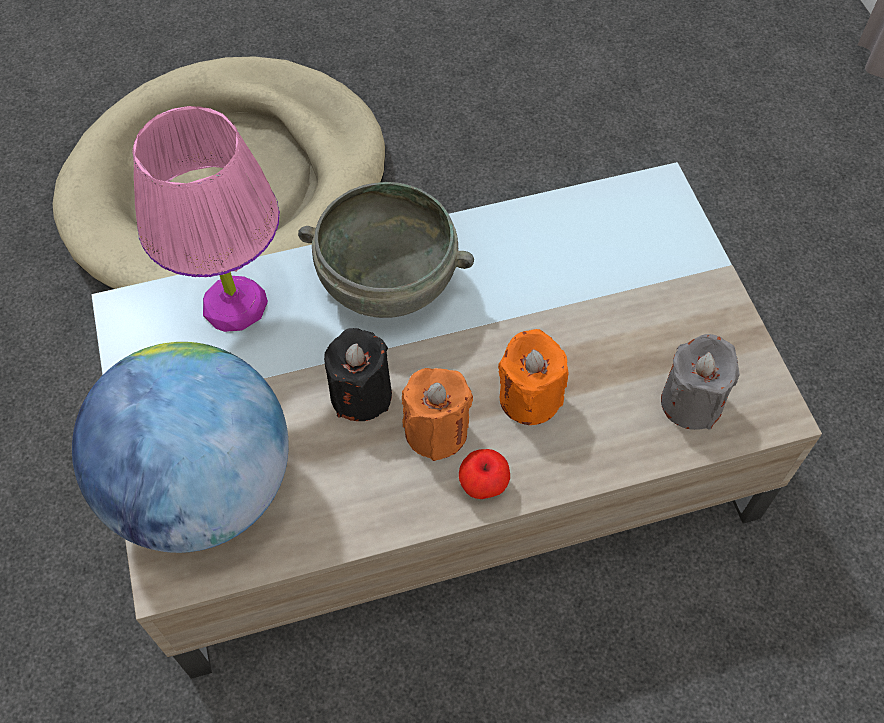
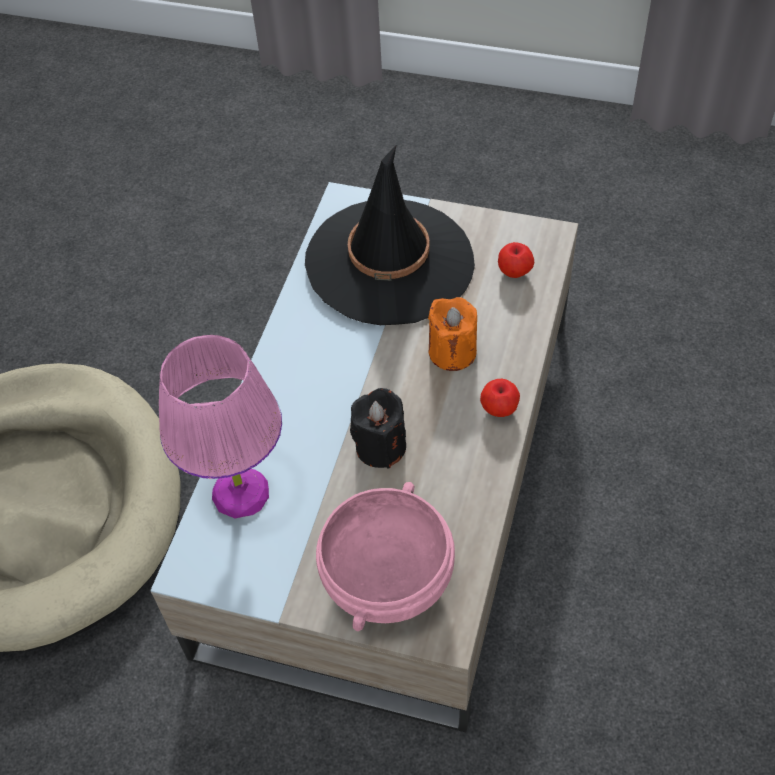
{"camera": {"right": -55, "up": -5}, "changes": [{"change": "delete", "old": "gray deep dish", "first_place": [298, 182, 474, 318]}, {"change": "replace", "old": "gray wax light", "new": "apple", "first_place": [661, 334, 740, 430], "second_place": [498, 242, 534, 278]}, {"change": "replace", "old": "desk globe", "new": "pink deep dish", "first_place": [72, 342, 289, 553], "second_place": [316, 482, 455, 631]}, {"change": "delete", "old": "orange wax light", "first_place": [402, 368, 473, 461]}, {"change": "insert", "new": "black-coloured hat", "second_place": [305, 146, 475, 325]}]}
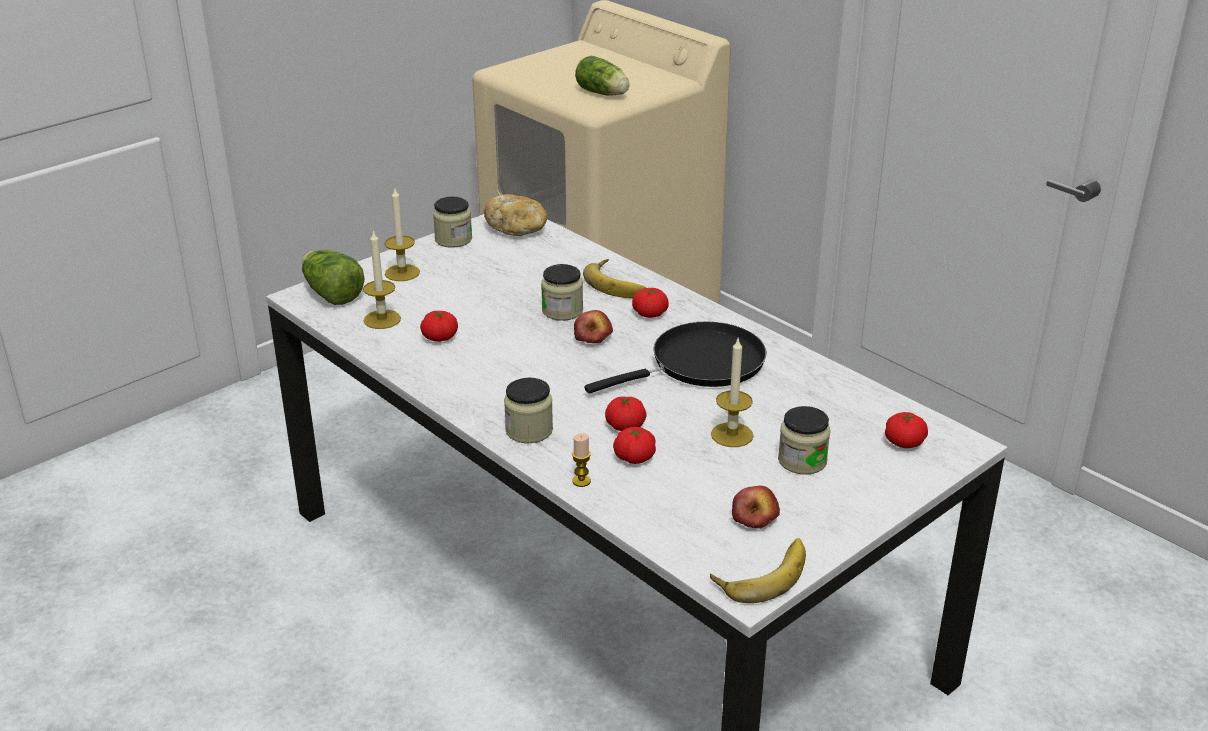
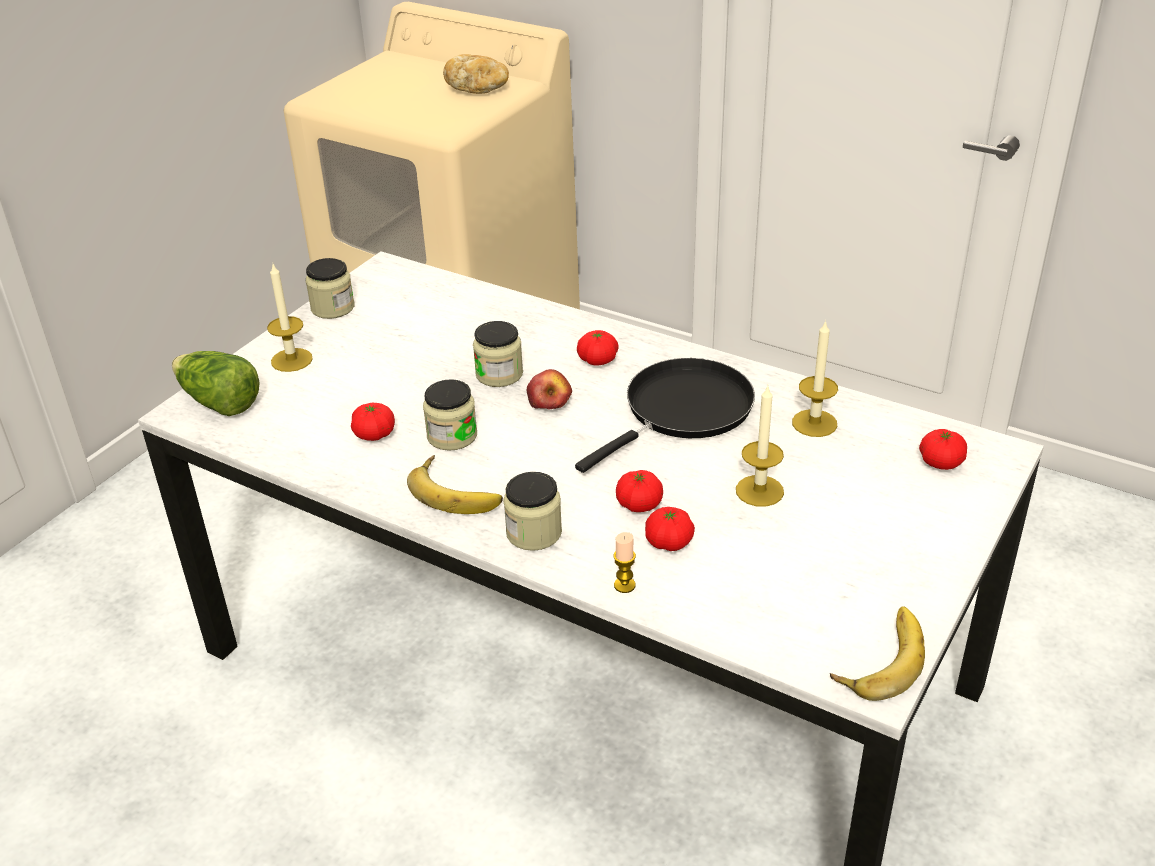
{"camera": {"right": -15, "up": 5}, "changes": [{"change": "delete", "old": "head of lettuce", "first_place": [575, 55, 629, 96]}, {"change": "move", "old": "bread", "first_place": [484, 194, 547, 236], "second_place": [443, 54, 509, 94]}, {"change": "move", "old": "wax light", "first_place": [363, 230, 401, 329], "second_place": [792, 320, 838, 437]}, {"change": "move", "old": "whole banana", "first_place": [583, 259, 646, 298], "second_place": [407, 455, 503, 514]}, {"change": "move", "old": "jar", "first_place": [778, 406, 831, 475], "second_place": [423, 379, 477, 451]}, {"change": "delete", "old": "apple", "first_place": [732, 486, 780, 529]}]}
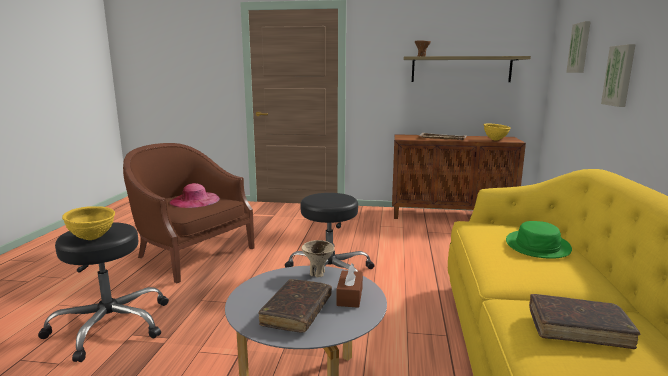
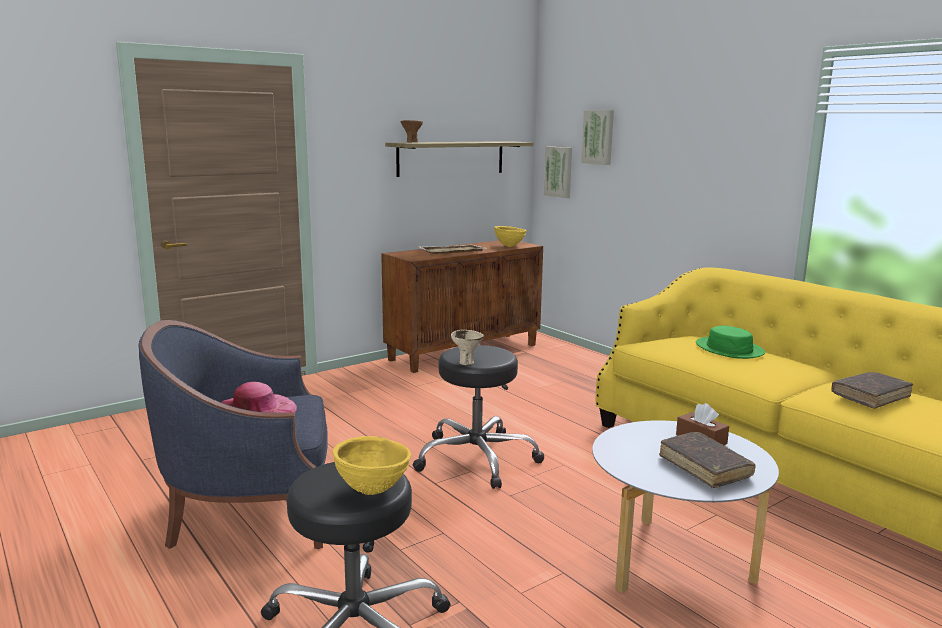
{"camera": {"right": -45, "up": 0}, "changes": [{"change": "move", "old": "wall picture", "first_place": [601, 44, 636, 107], "second_place": [544, 147, 572, 198]}, {"change": "recolor", "old": "brown lounge chair", "new": "blue lounge chair", "first_place": [123, 143, 255, 283], "second_place": [139, 320, 328, 549]}, {"change": "move", "old": "beige deep dish", "first_place": [302, 240, 334, 277], "second_place": [451, 330, 484, 365]}]}
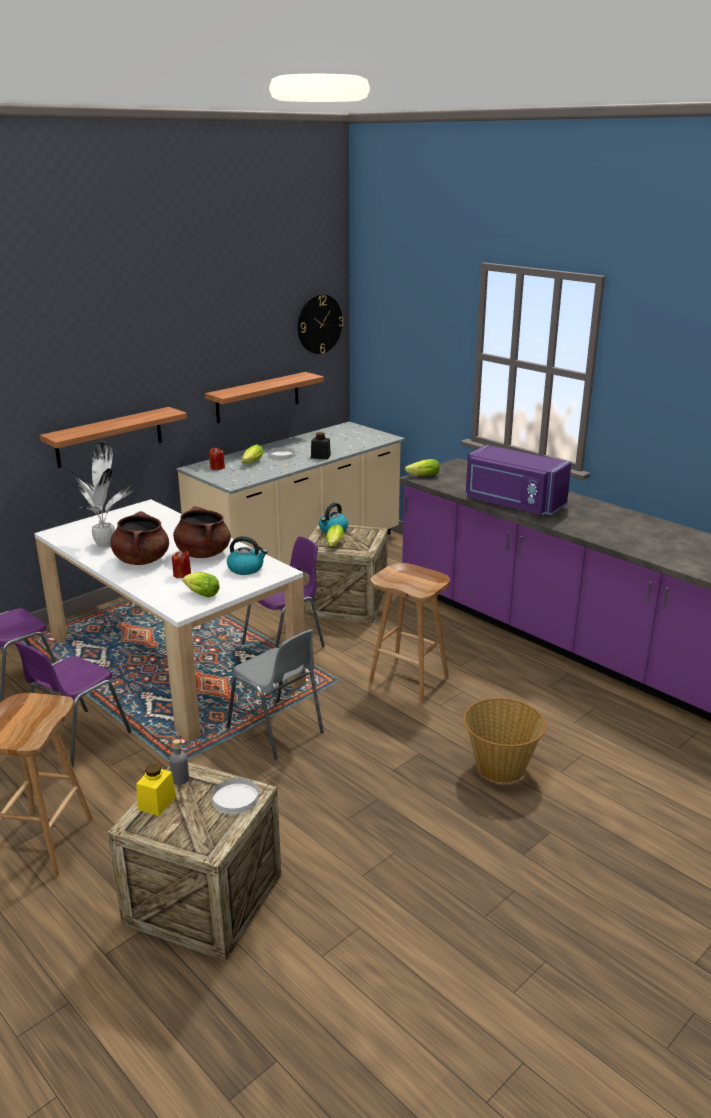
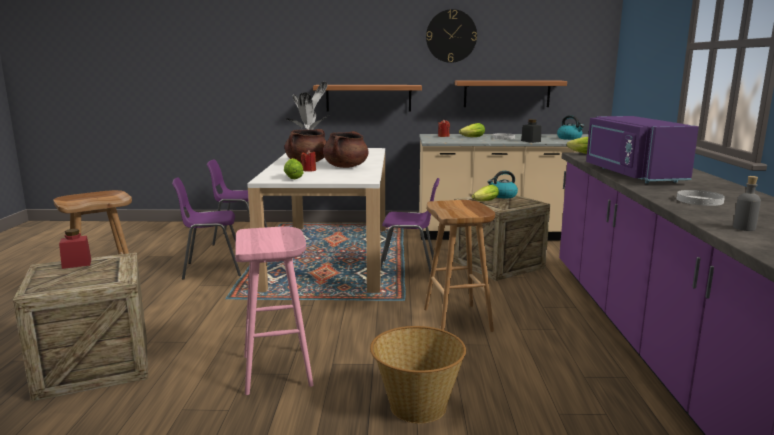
{"camera": {"right": 45, "up": -10}, "changes": [{"change": "move", "old": "hanging clock", "first_place": [298, 294, 344, 354], "second_place": [426, 9, 477, 63]}, {"change": "move", "old": "tea kettle", "first_place": [227, 536, 268, 575], "second_place": [557, 115, 584, 140]}, {"change": "delete", "old": "gray upright chair", "first_place": [227, 629, 324, 760]}, {"change": "move", "old": "gray bottle", "first_place": [169, 739, 189, 785], "second_place": [733, 176, 761, 231]}, {"change": "recolor", "old": "yellow jar", "new": "reddish jar", "first_place": [136, 763, 176, 816], "second_place": [59, 229, 91, 269]}, {"change": "move", "old": "white-coloured flat dish", "first_place": [212, 778, 259, 814], "second_place": [677, 190, 725, 206]}, {"change": "insert", "new": "pink sitting stool", "second_place": [235, 226, 314, 395]}]}
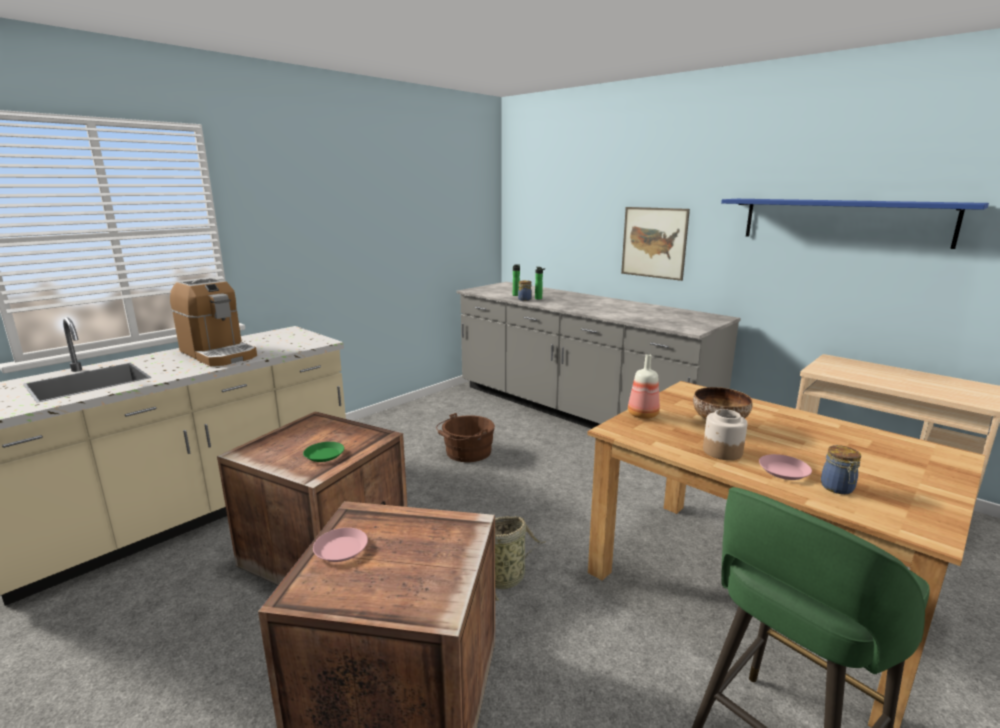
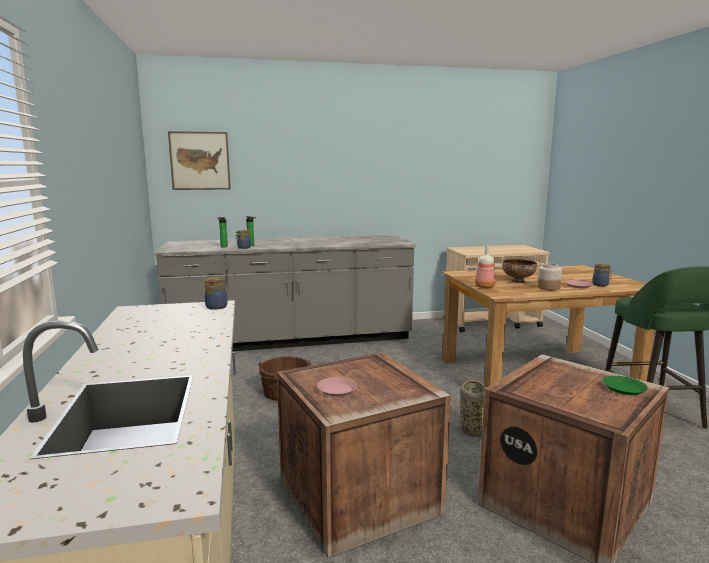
{"camera": {"right": -55, "up": -5}, "changes": [{"change": "delete", "old": "blue bracket shelf", "first_place": [721, 199, 989, 249]}, {"change": "move", "old": "wall picture", "first_place": [621, 207, 690, 281], "second_place": [168, 131, 231, 190]}, {"change": "delete", "old": "coffee maker", "first_place": [170, 278, 257, 366]}, {"change": "move", "old": "green-coloured flat dish", "first_place": [303, 442, 344, 462], "second_place": [603, 376, 648, 395]}, {"change": "move", "old": "pink flat dish", "first_place": [313, 528, 368, 562], "second_place": [317, 377, 357, 397]}, {"change": "insert", "new": "jar", "second_place": [205, 277, 227, 310]}]}
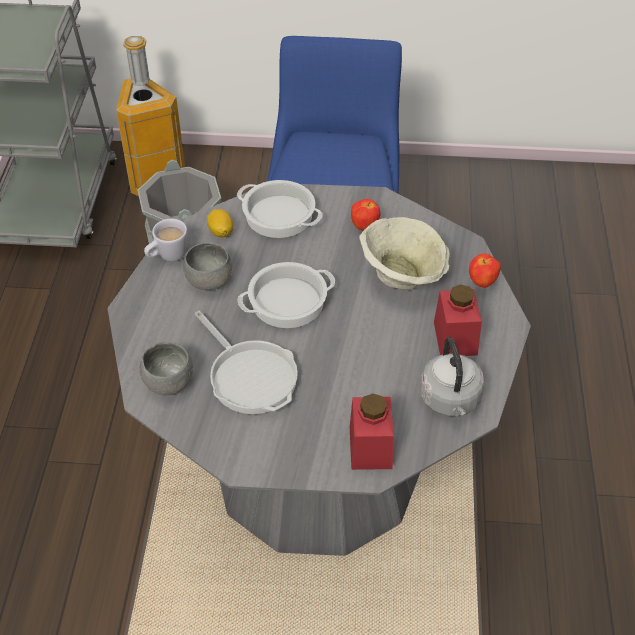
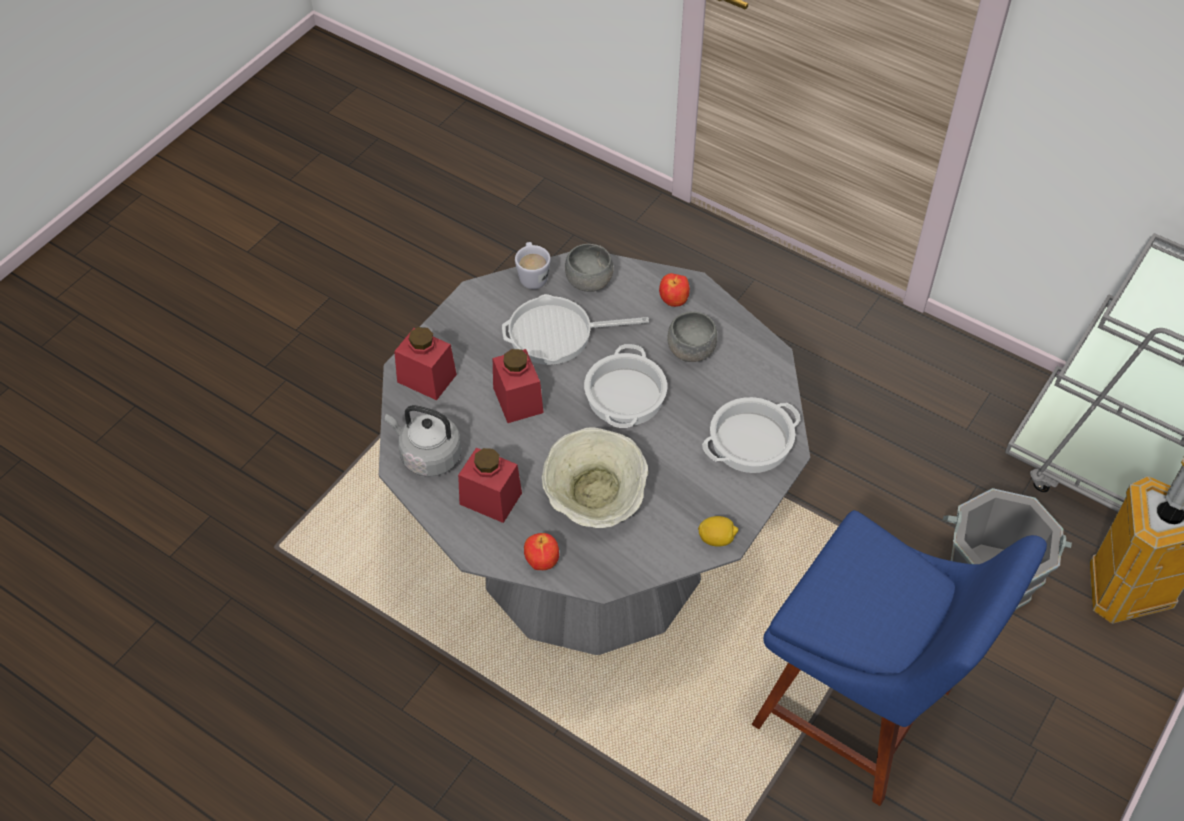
{"camera": {"right": 120, "up": 5}, "changes": [{"change": "move", "old": "apple", "first_place": [351, 199, 380, 230], "second_place": [659, 273, 690, 307]}, {"change": "move", "old": "lemon", "first_place": [207, 209, 233, 237], "second_place": [698, 516, 738, 547]}, {"change": "move", "old": "white-coloured coffee mug", "first_place": [144, 219, 187, 262], "second_place": [515, 242, 551, 289]}, {"change": "insert", "new": "reddish jar", "second_place": [493, 349, 544, 423]}]}
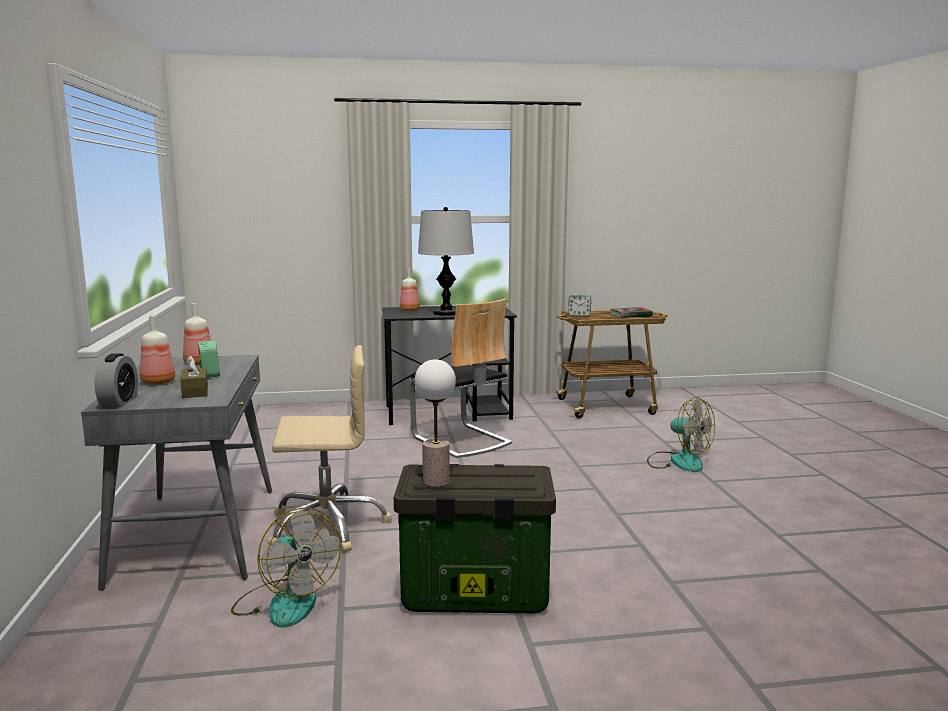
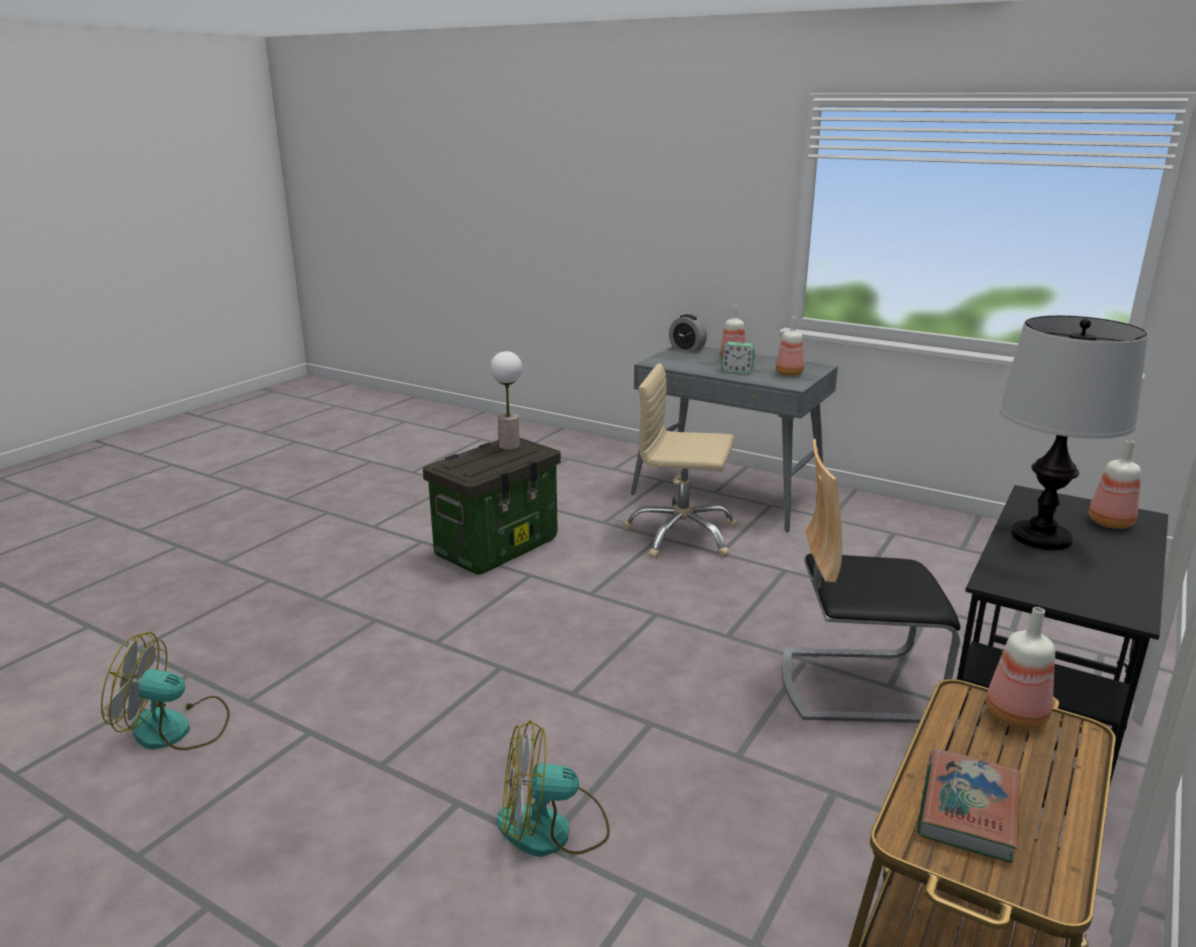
{"camera": {"right": 130, "up": 10}, "changes": [{"change": "replace", "old": "table clock", "new": "bottle", "first_place": [568, 294, 591, 316], "second_place": [986, 607, 1055, 729]}, {"change": "rotate", "old": "beige computer chair", "first_place": [268, 345, 392, 552], "second_place": [623, 363, 738, 559], "degrees": 75}, {"change": "delete", "old": "brown tissue holder", "first_place": [180, 355, 208, 398]}, {"change": "move", "old": "cooling fan", "first_place": [231, 508, 341, 628], "second_place": [101, 632, 230, 750]}]}
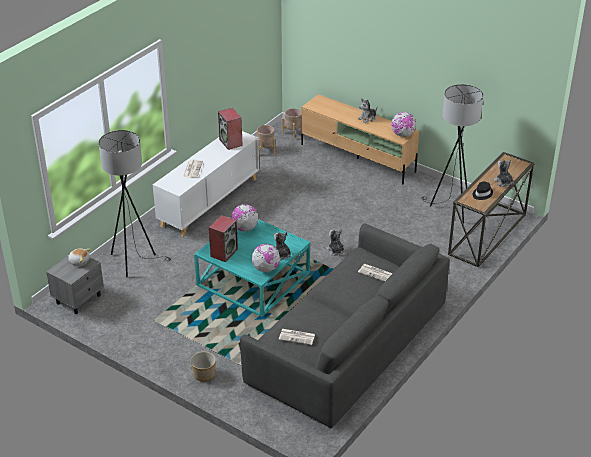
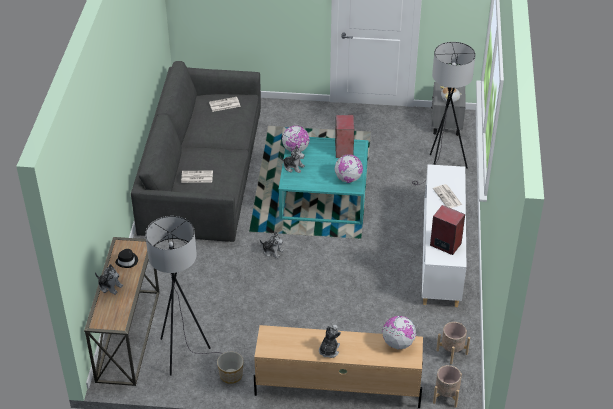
{"camera": {"right": 150, "up": 5}, "changes": [{"change": "move", "old": "desk globe", "first_place": [391, 112, 416, 137], "second_place": [383, 316, 416, 350]}, {"change": "move", "old": "flower pot", "first_place": [191, 352, 216, 382], "second_place": [217, 352, 244, 384]}]}
